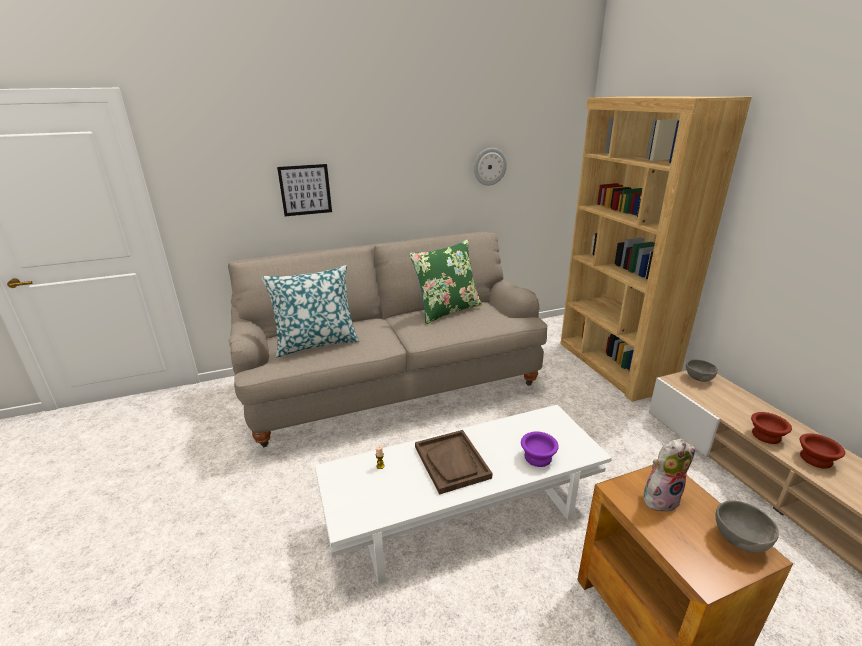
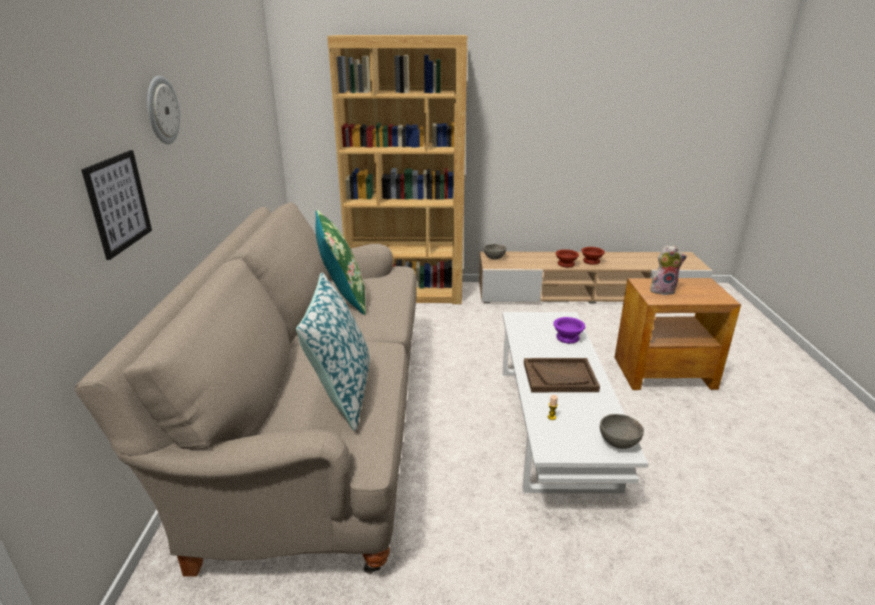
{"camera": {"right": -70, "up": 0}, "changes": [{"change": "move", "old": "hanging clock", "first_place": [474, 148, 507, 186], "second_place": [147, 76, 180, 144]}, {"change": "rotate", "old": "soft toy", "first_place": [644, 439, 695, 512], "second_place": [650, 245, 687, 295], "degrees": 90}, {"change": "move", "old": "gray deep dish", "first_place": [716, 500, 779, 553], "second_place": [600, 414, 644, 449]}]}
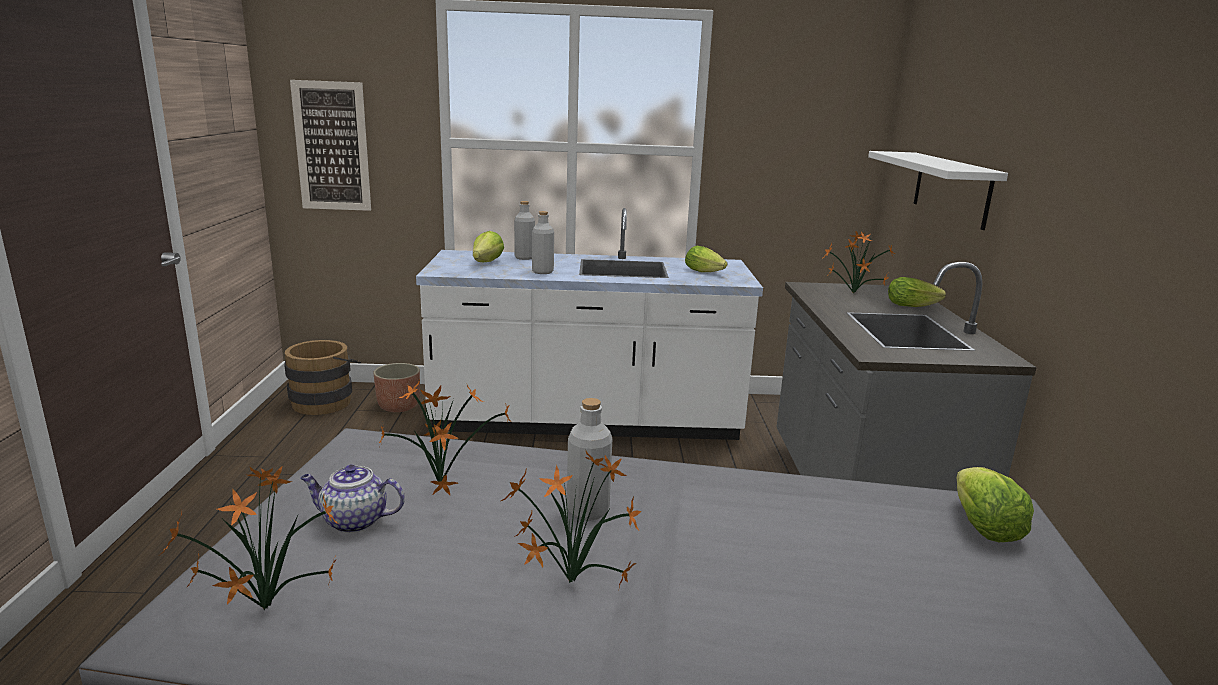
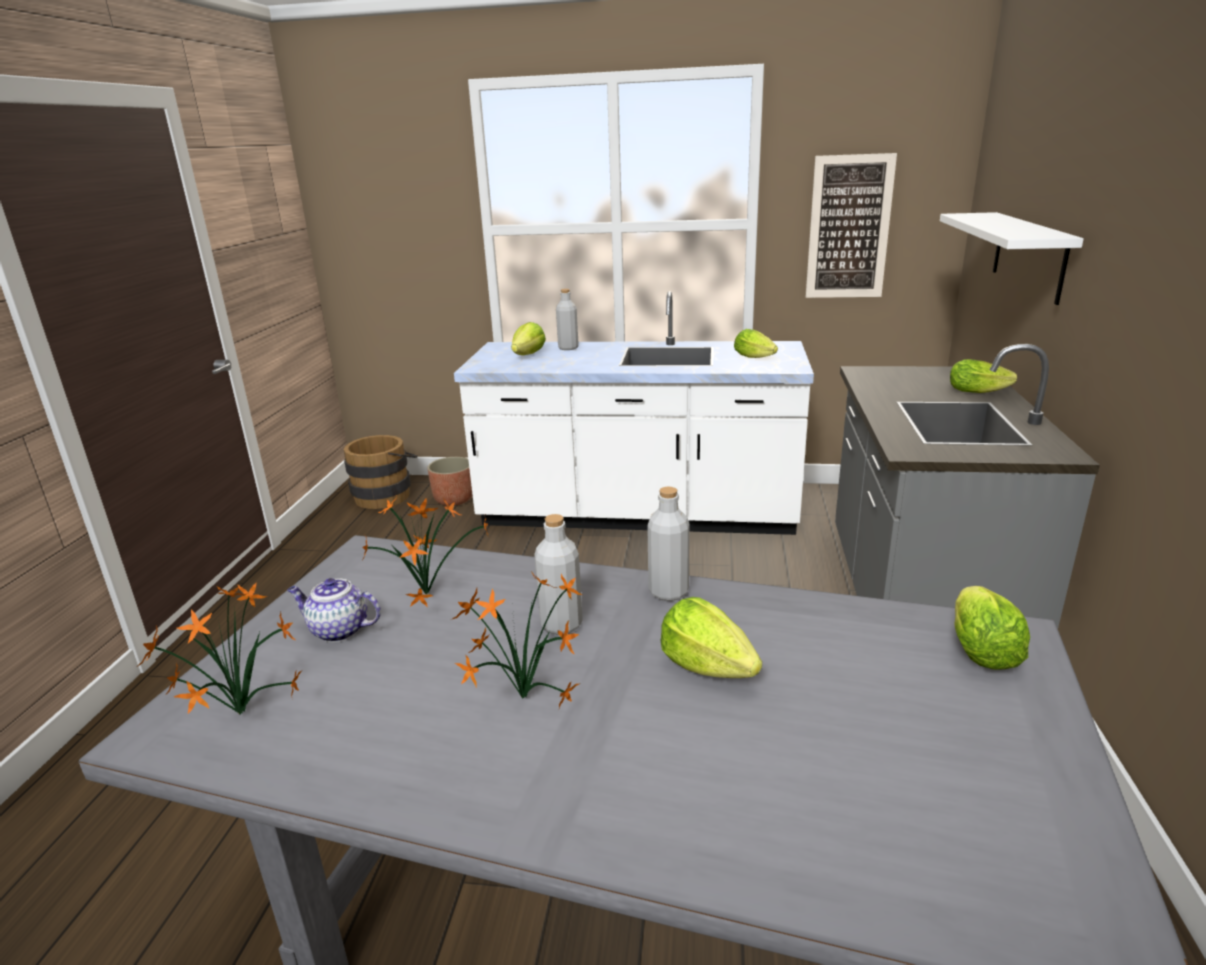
{"camera": {"right": 10, "up": 5}, "changes": [{"change": "move", "old": "wall picture", "first_place": [290, 80, 371, 211], "second_place": [806, 153, 897, 298]}, {"change": "move", "old": "gray bottle", "first_place": [532, 211, 554, 274], "second_place": [647, 487, 690, 601]}, {"change": "delete", "old": "plant in a pot", "first_place": [823, 231, 895, 293]}, {"change": "insert", "new": "head of lettuce", "second_place": [661, 597, 762, 678]}]}
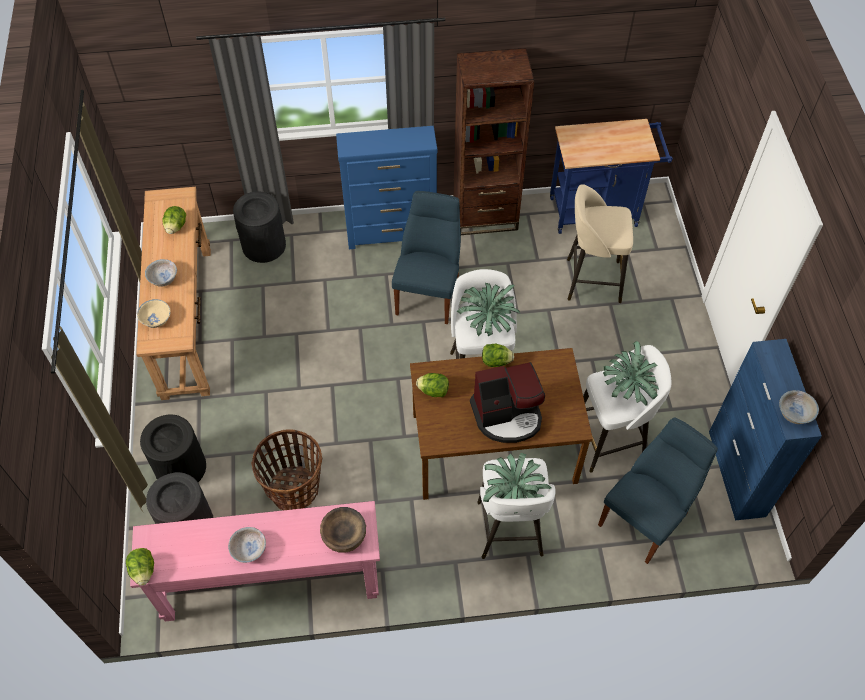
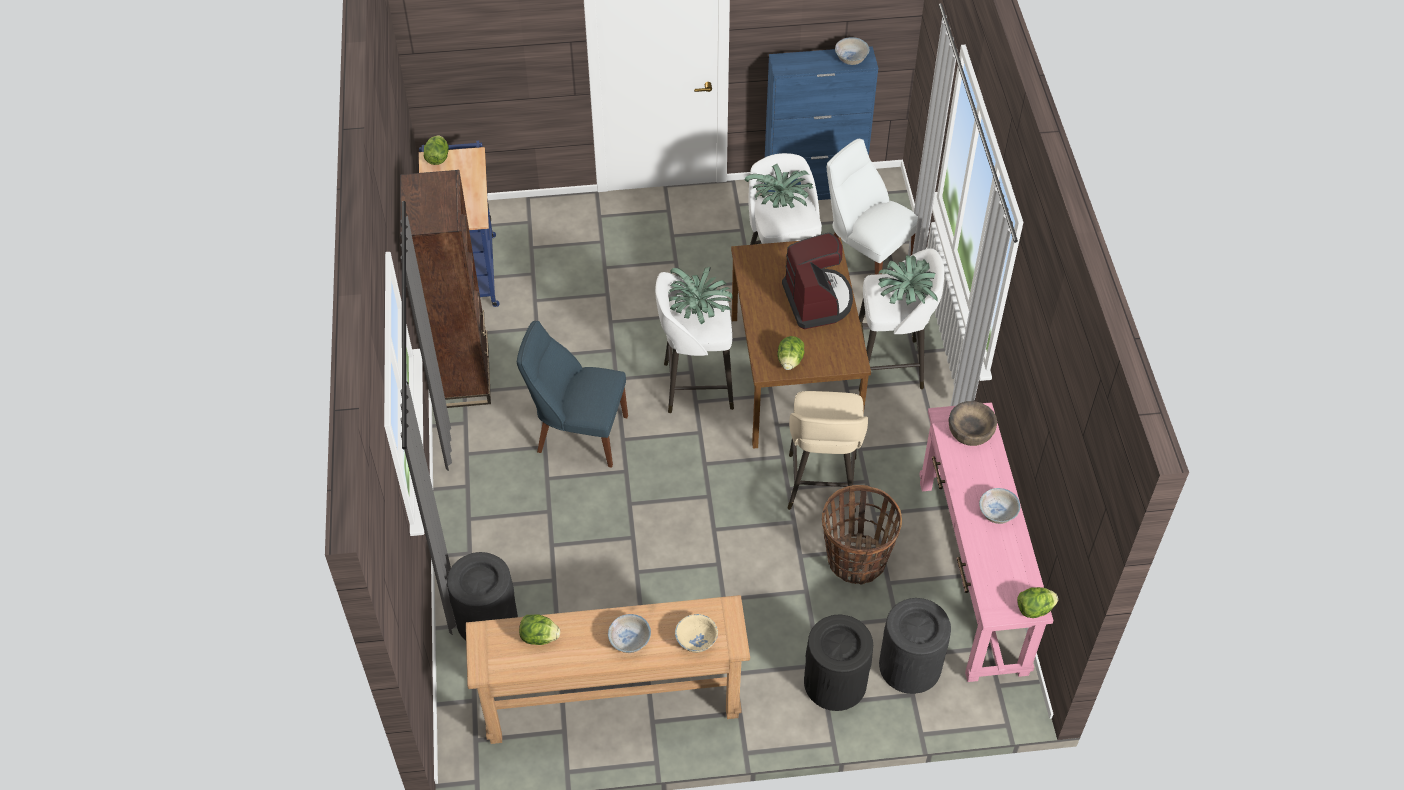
{"camera": {"right": -90, "up": -5}, "changes": [{"change": "delete", "old": "blue dresser", "first_place": [336, 126, 438, 249]}, {"change": "move", "old": "beige sitting stool", "first_place": [567, 184, 633, 303], "second_place": [787, 391, 868, 512]}, {"change": "move", "old": "head of lettuce", "first_place": [482, 344, 514, 367], "second_place": [424, 135, 449, 165]}, {"change": "recolor", "old": "blue upright chair", "new": "white-coloured upright chair", "first_place": [598, 418, 718, 564], "second_place": [827, 139, 918, 274]}]}
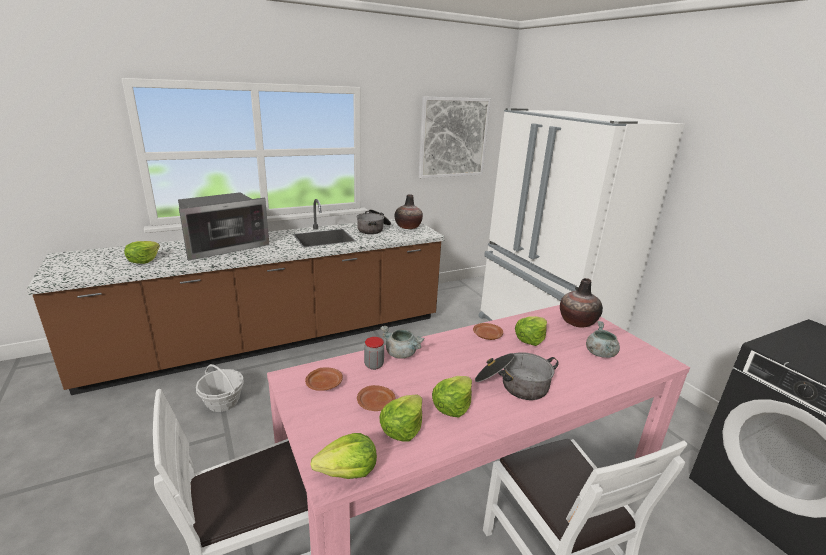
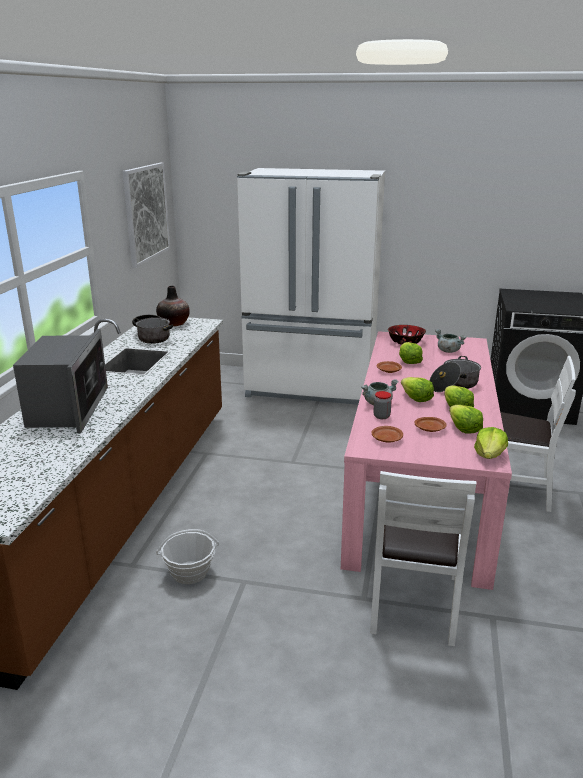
{"camera": {"right": -50, "up": 0}, "changes": [{"change": "move", "old": "head of lettuce", "first_place": [124, 241, 160, 264], "second_place": [401, 377, 434, 402]}, {"change": "replace", "old": "flower vase", "new": "deep dish", "first_place": [560, 278, 603, 328], "second_place": [388, 325, 426, 345]}]}
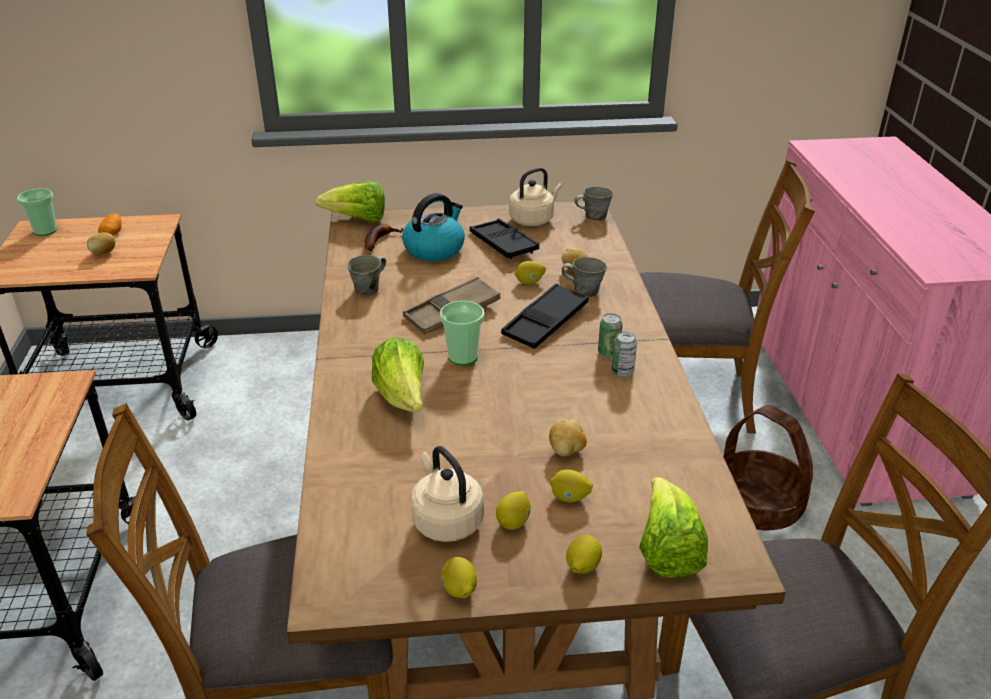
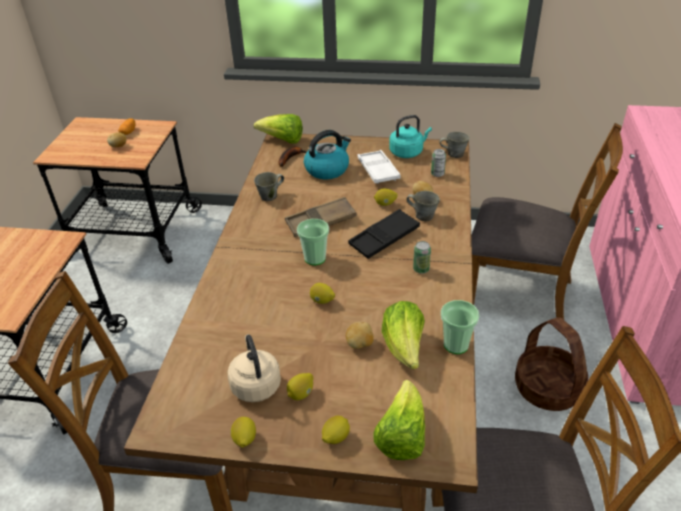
{"camera": {"right": 15, "up": 5}, "changes": [{"change": "recolor", "old": "beige tea kettle", "new": "blue-green tea kettle", "first_place": [509, 167, 562, 226], "second_place": [389, 115, 432, 158]}, {"change": "move", "old": "small cup", "first_place": [17, 188, 57, 236], "second_place": [441, 300, 479, 354]}, {"change": "recolor", "old": "black-coloured tray", "new": "white-coloured tray", "first_place": [470, 218, 539, 259], "second_place": [357, 150, 400, 184]}, {"change": "move", "old": "can", "first_place": [611, 332, 637, 377], "second_place": [431, 149, 446, 177]}, {"change": "move", "old": "head of lettuce", "first_place": [372, 338, 424, 412], "second_place": [382, 301, 425, 369]}, {"change": "move", "old": "lemon", "first_place": [550, 470, 593, 502], "second_place": [310, 283, 335, 304]}]}
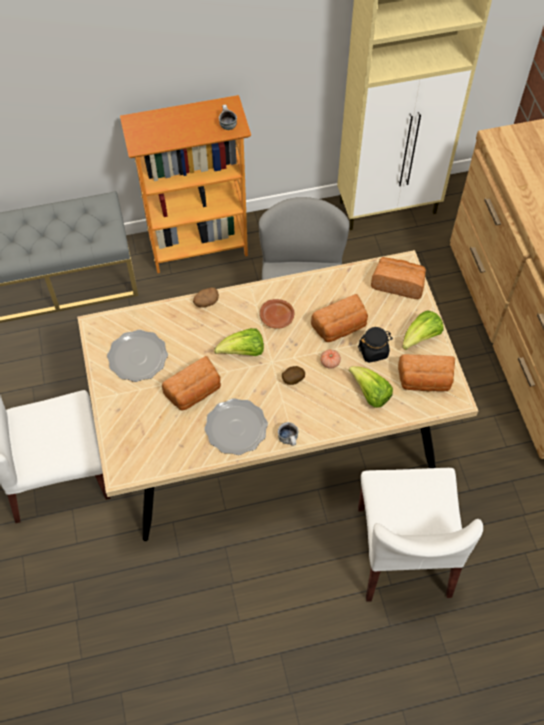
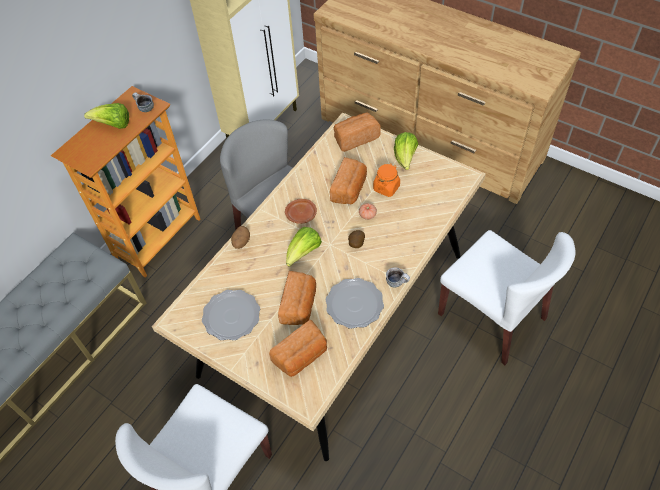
{"camera": {"right": -40, "up": -5}, "changes": [{"change": "recolor", "old": "black-coloured jar", "new": "orange jar", "first_place": [358, 327, 393, 363], "second_place": [373, 163, 400, 197]}, {"change": "move", "old": "bread", "first_place": [398, 354, 455, 391], "second_place": [269, 320, 327, 377]}, {"change": "move", "old": "head of lettuce", "first_place": [349, 366, 393, 408], "second_place": [84, 103, 129, 129]}]}
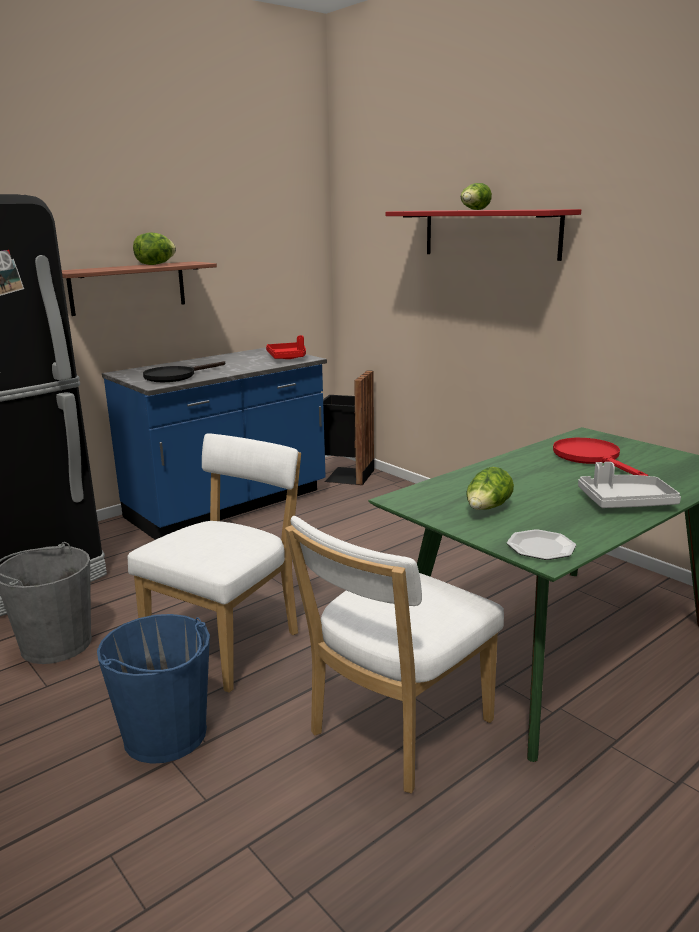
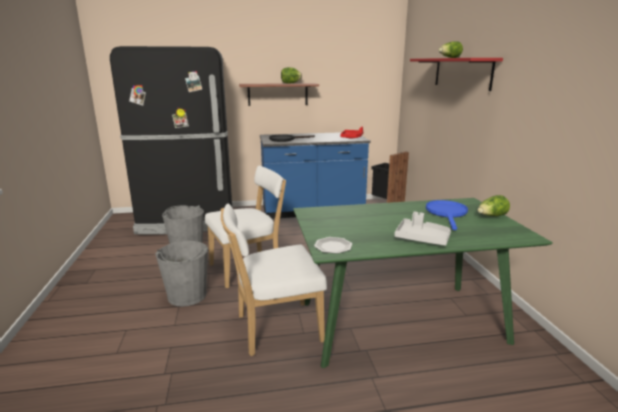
{"camera": {"right": 30, "up": 0}, "changes": [{"change": "recolor", "old": "reddish frying pan", "new": "blue frying pan", "first_place": [553, 438, 648, 476], "second_place": [426, 200, 468, 230]}, {"change": "move", "old": "head of lettuce", "first_place": [466, 467, 514, 510], "second_place": [478, 195, 510, 216]}, {"change": "recolor", "old": "blue bucket", "new": "gray bucket", "first_place": [97, 614, 210, 764], "second_place": [155, 241, 208, 307]}]}
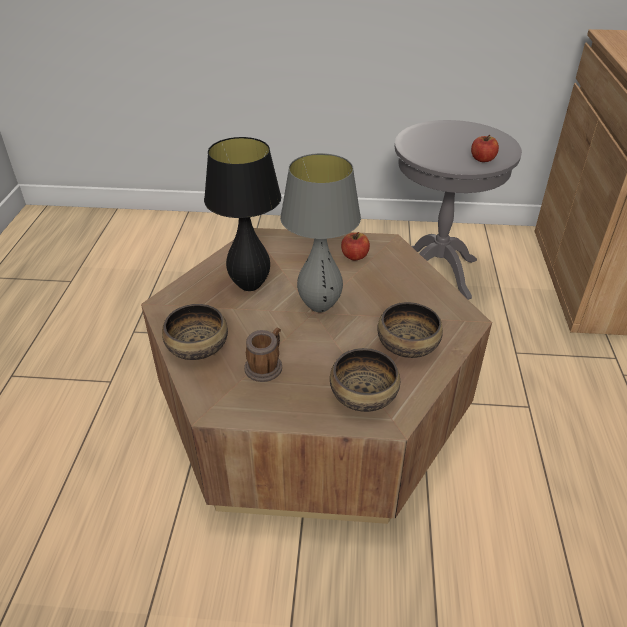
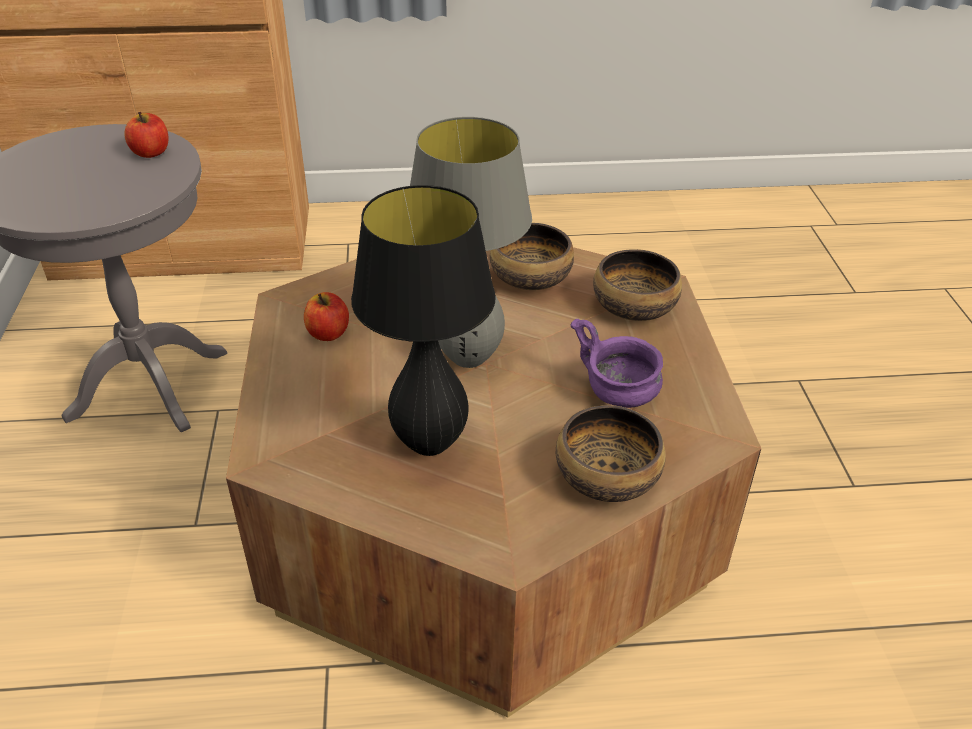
{"camera": {"right": -100, "up": 0}, "changes": [{"change": "replace", "old": "coffee mug", "new": "purple-coloured deep dish", "first_place": [244, 328, 282, 382], "second_place": [570, 319, 663, 408]}]}
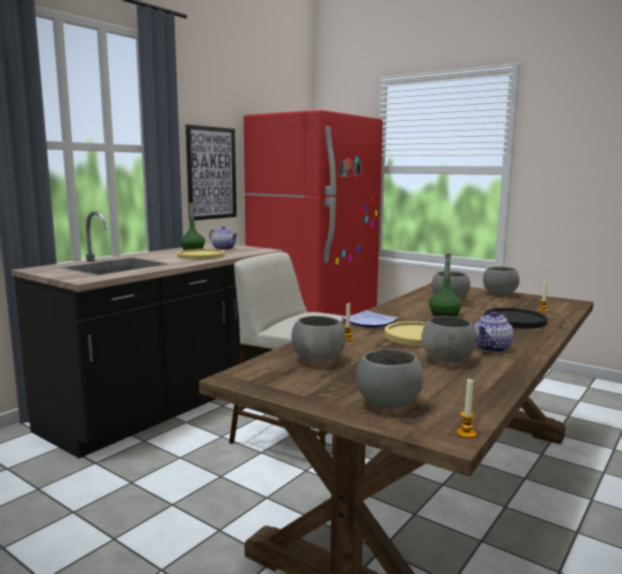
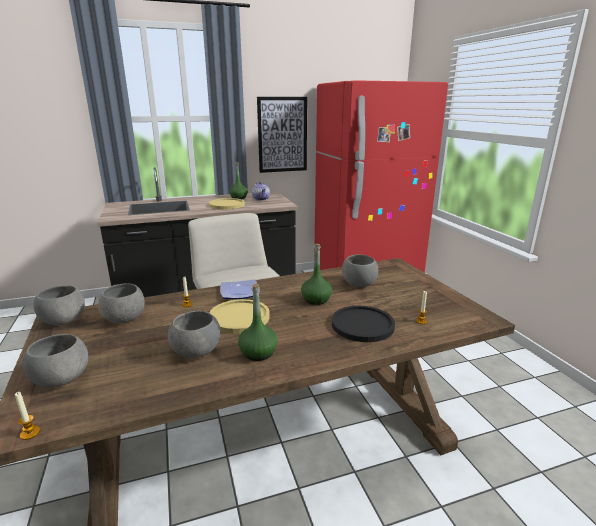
{"camera": {"right": 35, "up": 10}, "changes": [{"change": "move", "old": "gray deep dish", "first_place": [483, 267, 520, 296], "second_place": [33, 286, 85, 325]}, {"change": "replace", "old": "tea pot", "new": "green-coloured bottle", "first_place": [474, 311, 514, 353], "second_place": [238, 284, 278, 361]}]}
